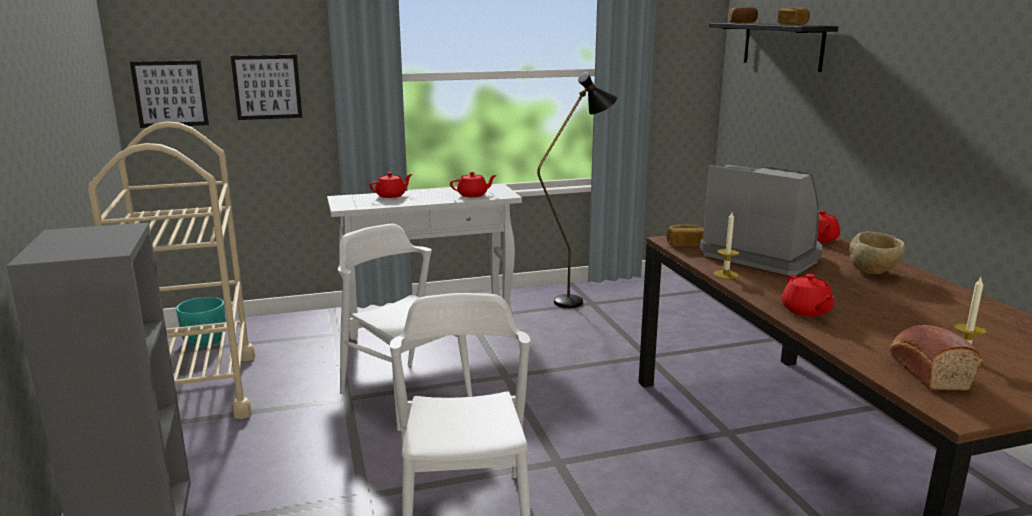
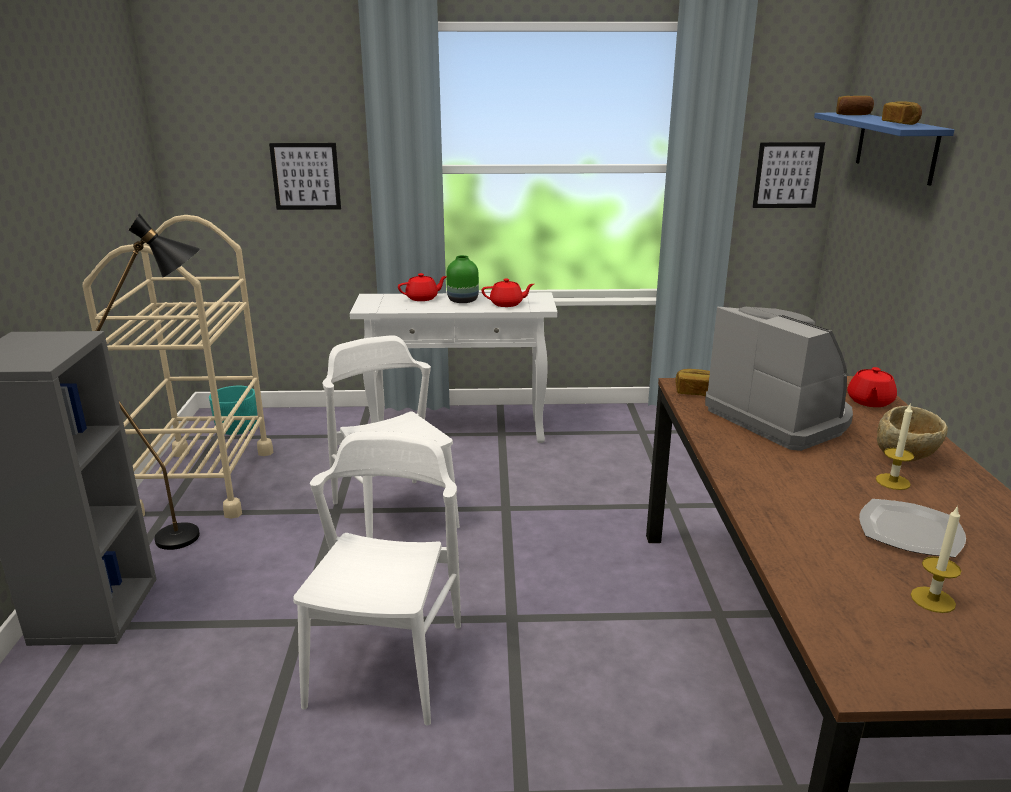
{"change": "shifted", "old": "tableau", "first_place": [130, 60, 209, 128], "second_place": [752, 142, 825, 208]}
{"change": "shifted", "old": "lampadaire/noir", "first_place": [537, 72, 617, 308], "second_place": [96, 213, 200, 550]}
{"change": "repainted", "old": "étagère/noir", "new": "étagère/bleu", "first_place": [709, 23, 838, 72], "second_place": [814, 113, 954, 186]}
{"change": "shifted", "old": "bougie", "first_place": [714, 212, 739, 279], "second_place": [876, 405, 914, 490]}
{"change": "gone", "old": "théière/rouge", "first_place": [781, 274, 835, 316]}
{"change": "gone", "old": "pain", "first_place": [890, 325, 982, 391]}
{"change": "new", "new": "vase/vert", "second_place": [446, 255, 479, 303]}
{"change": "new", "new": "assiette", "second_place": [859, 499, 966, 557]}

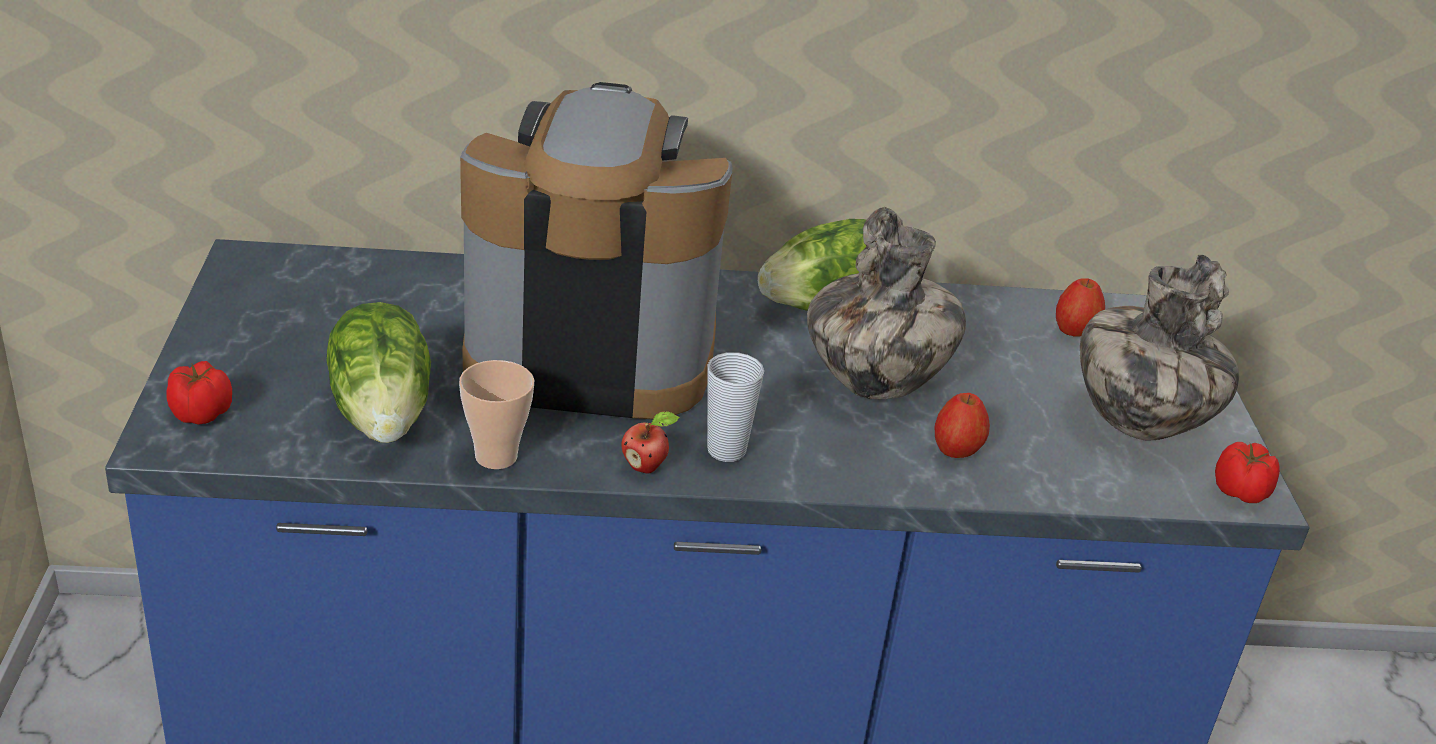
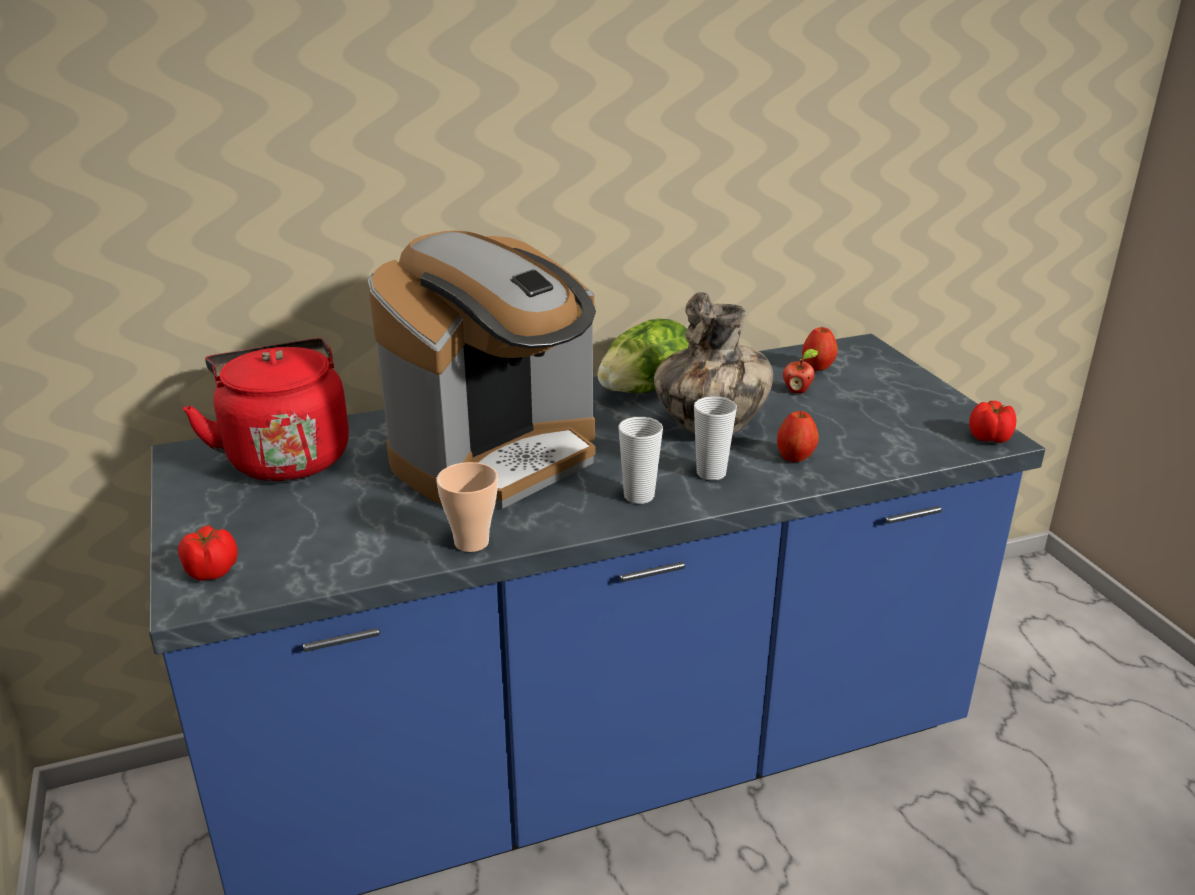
{"change": "gone", "old": "laitue", "first_place": [326, 302, 431, 443]}
{"change": "rotated", "old": "machine à café", "first_place": [460, 82, 733, 419], "second_place": [368, 231, 596, 509], "degrees": 150}
{"change": "shifted", "old": "pomme", "first_place": [621, 411, 679, 474], "second_place": [783, 349, 818, 393]}
{"change": "gone", "old": "vase", "first_place": [1080, 255, 1239, 440]}
{"change": "new", "new": "bouilloire/rouge", "second_place": [183, 338, 349, 481]}
{"change": "new", "new": "tasse", "second_place": [694, 396, 737, 480]}

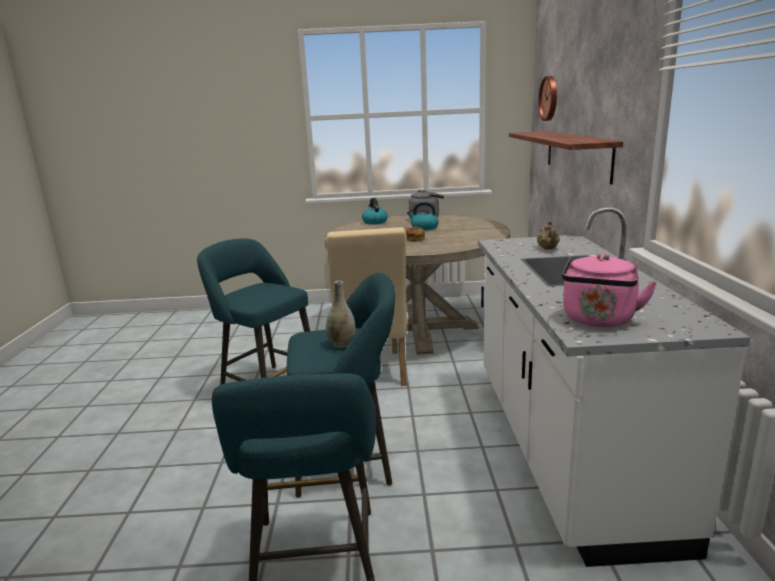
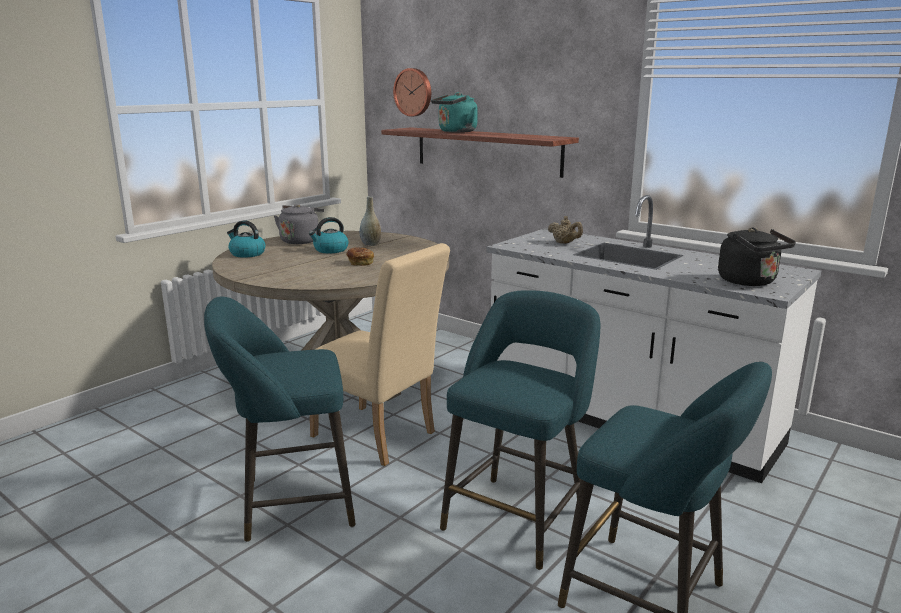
{"change": "shifted", "old": "vase/gris", "first_place": [326, 281, 355, 348], "second_place": [360, 196, 381, 246]}
{"change": "repainted", "old": "bouilloire/rose", "new": "bouilloire/noir", "first_place": [562, 254, 657, 327], "second_place": [718, 228, 796, 286]}
{"change": "new", "new": "bouilloire/turquoise", "second_place": [431, 92, 478, 133]}

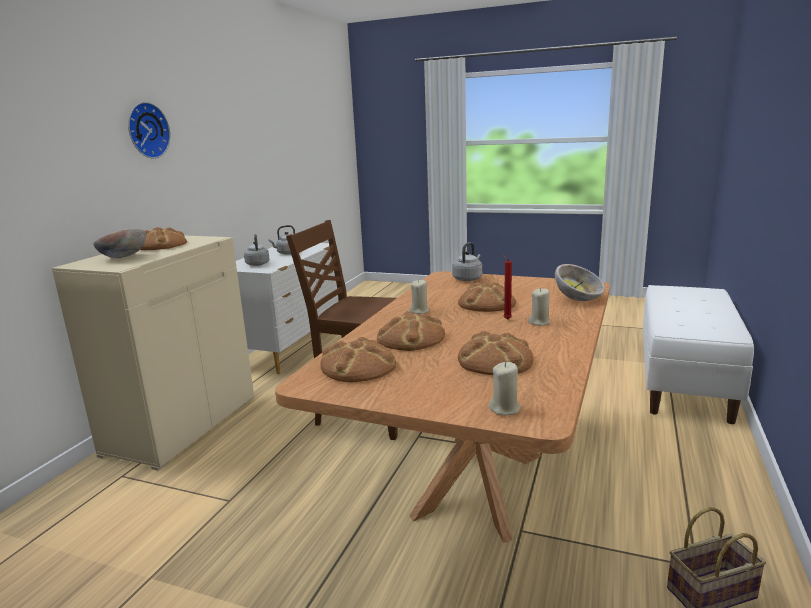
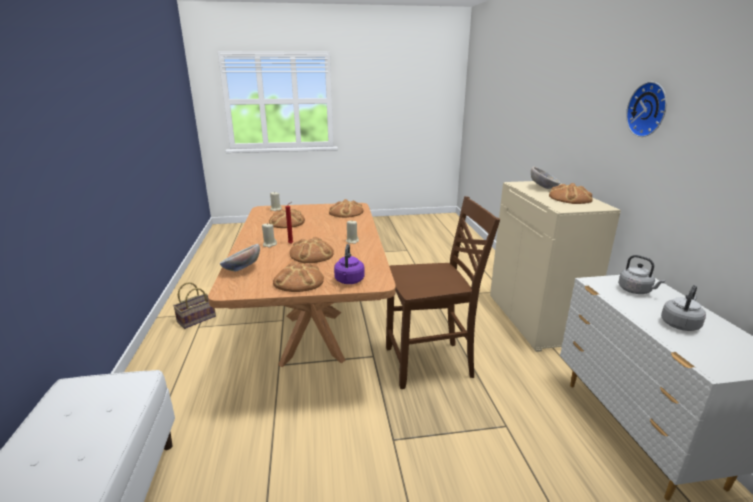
{"change": "shifted", "old": "pain", "first_place": [377, 311, 445, 351], "second_place": [273, 262, 324, 292]}
{"change": "repainted", "old": "bouilloire/gris", "new": "bouilloire/violet", "first_place": [452, 242, 482, 281], "second_place": [334, 244, 365, 284]}

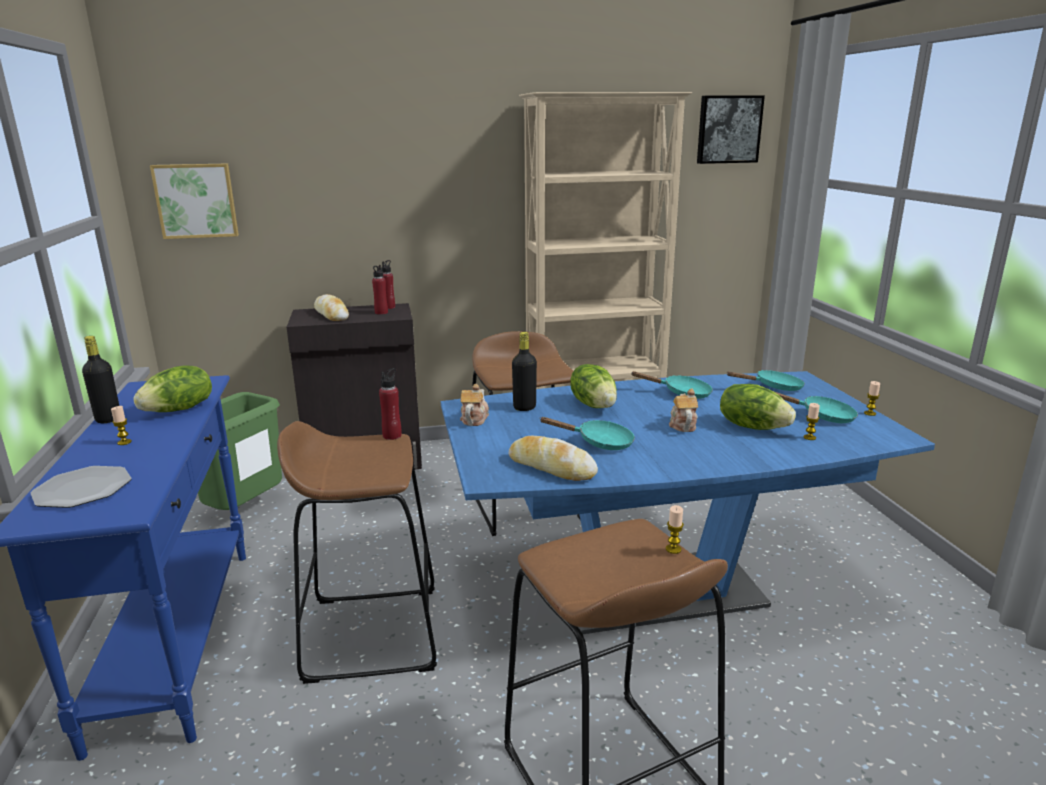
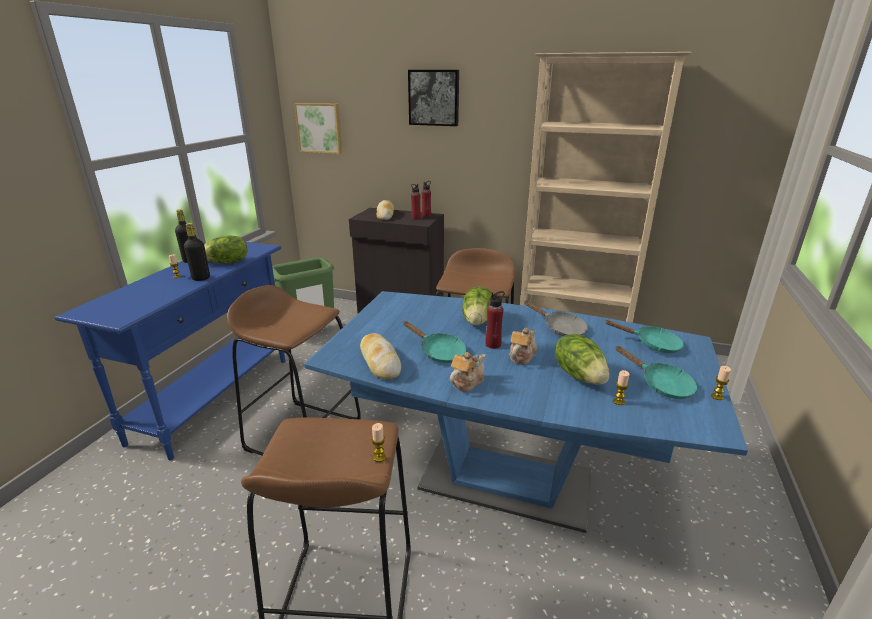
{"change": "gone", "old": "assiette", "first_place": [31, 466, 132, 508]}
{"change": "shifted", "old": "bouteille/rouge", "first_place": [379, 368, 402, 440], "second_place": [486, 291, 505, 349]}
{"change": "shifted", "old": "théière", "first_place": [460, 384, 489, 426], "second_place": [450, 352, 485, 392]}
{"change": "shifted", "old": "bouteille/noir", "first_place": [512, 332, 537, 411], "second_place": [184, 223, 210, 281]}
{"change": "repainted", "old": "poêle/turquoise", "new": "poêle/gris", "first_place": [630, 371, 713, 399], "second_place": [524, 301, 588, 336]}
{"change": "shifted", "old": "tableau", "first_place": [697, 95, 765, 164], "second_place": [408, 70, 459, 126]}

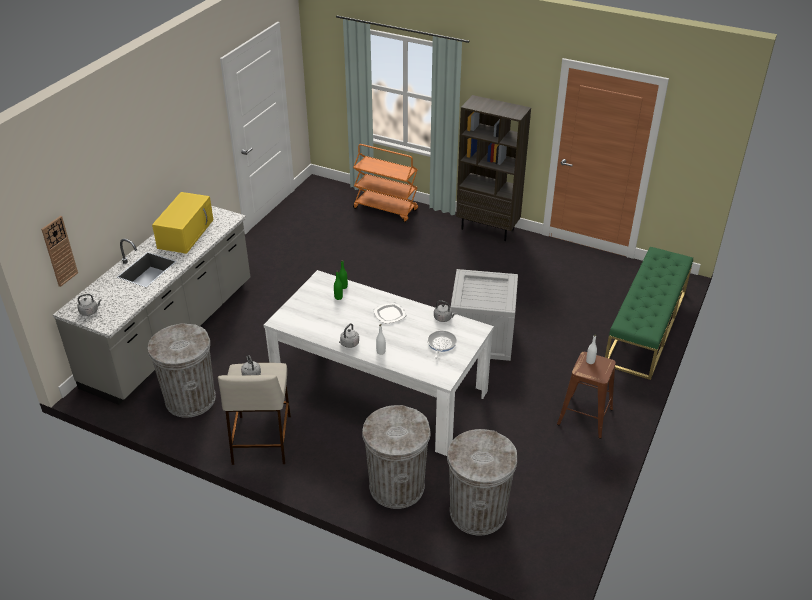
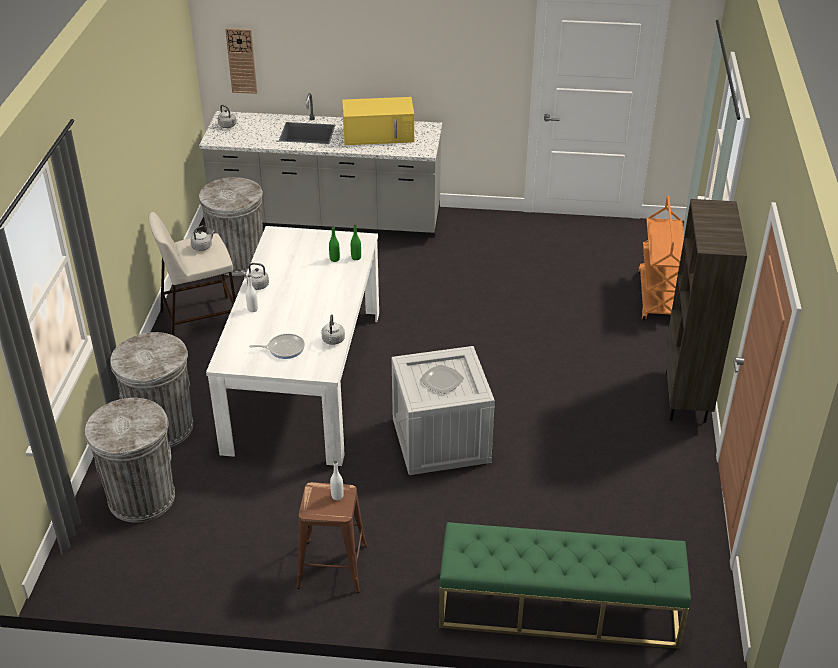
{"change": "shifted", "old": "assiette", "first_place": [373, 302, 407, 324], "second_place": [420, 365, 464, 394]}

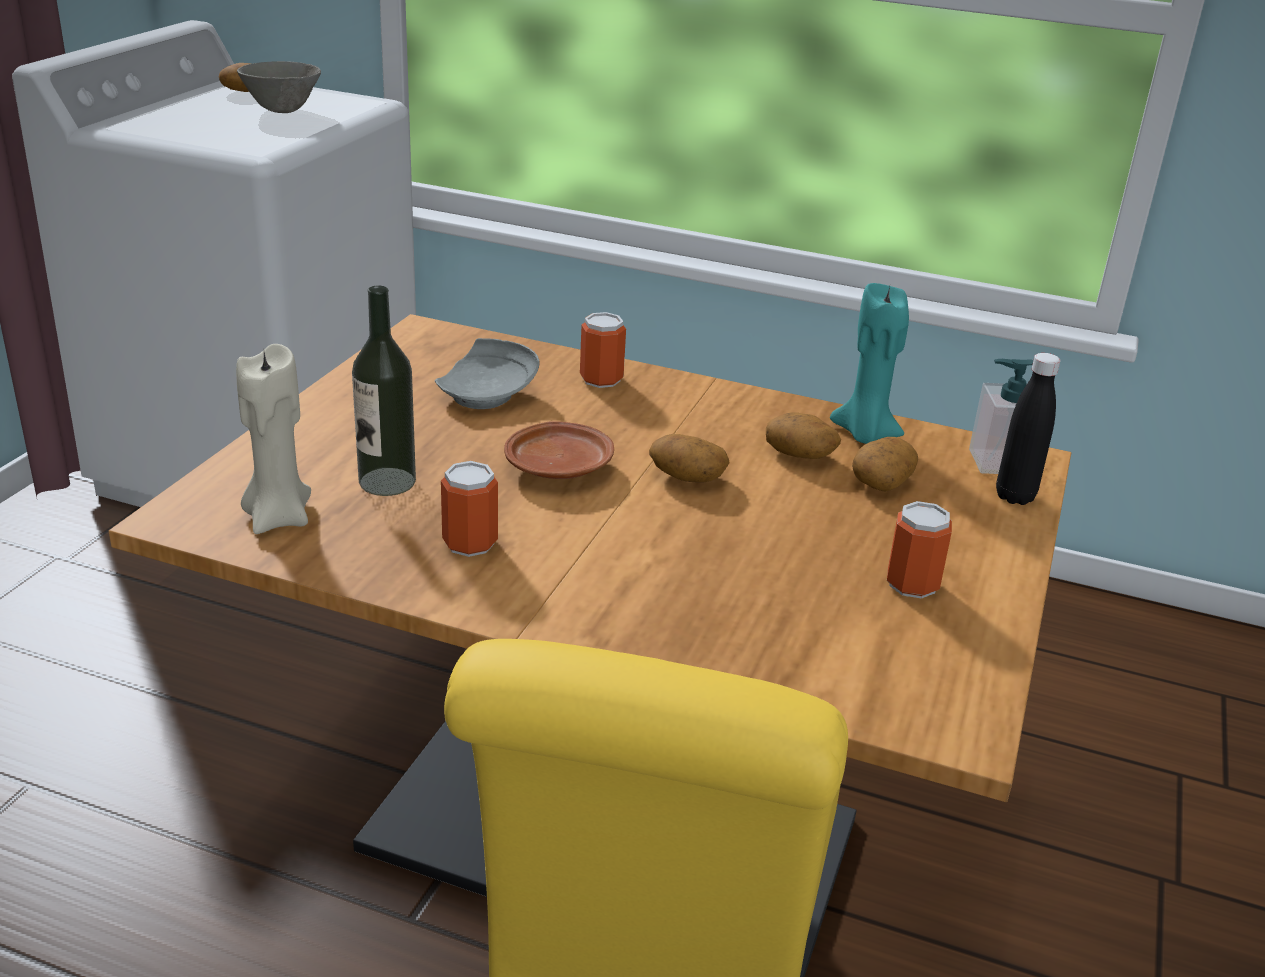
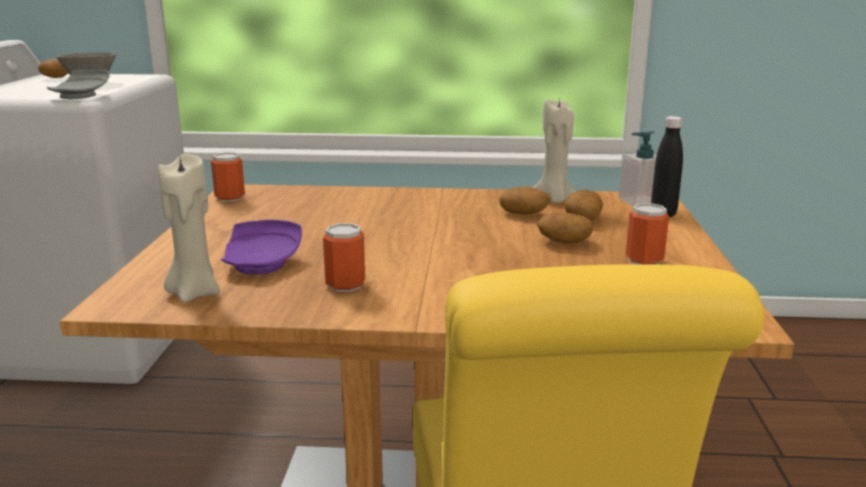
{"change": "swapped", "old": "bouteille", "new": "assiette/violet", "first_place": [352, 285, 416, 496], "second_place": [221, 220, 302, 275]}
{"change": "shifted", "old": "assiette/gris", "first_place": [435, 338, 539, 409], "second_place": [47, 70, 110, 99]}
{"change": "gone", "old": "assiette/marron", "first_place": [504, 421, 614, 479]}
{"change": "shifted", "old": "boîte métallique", "first_place": [580, 312, 626, 388], "second_place": [211, 152, 245, 202]}
{"change": "shifted", "old": "pomme de terre", "first_place": [649, 434, 730, 483], "second_place": [537, 213, 593, 243]}
{"change": "repainted", "old": "bougie/turquoise", "new": "bougie/beige", "first_place": [830, 283, 909, 444], "second_place": [532, 99, 576, 203]}

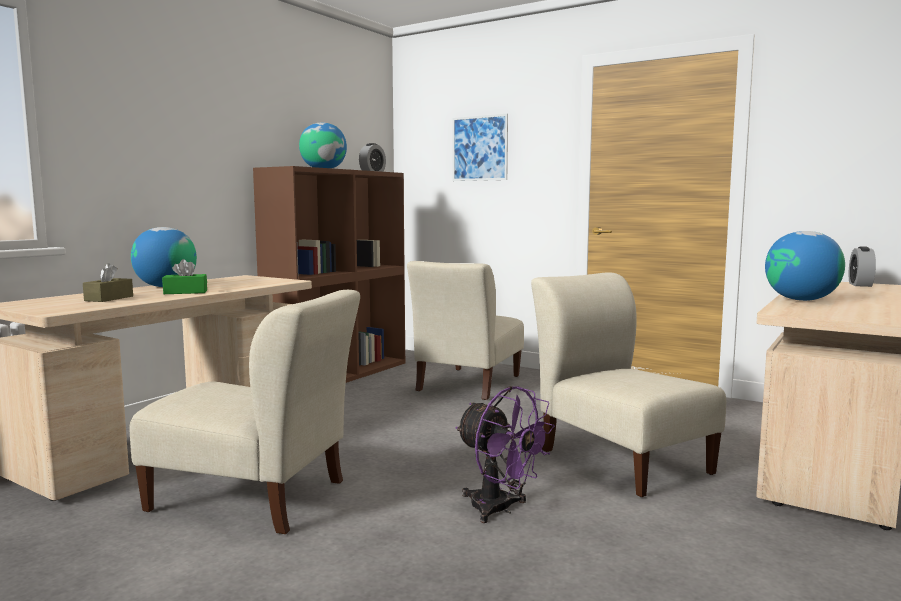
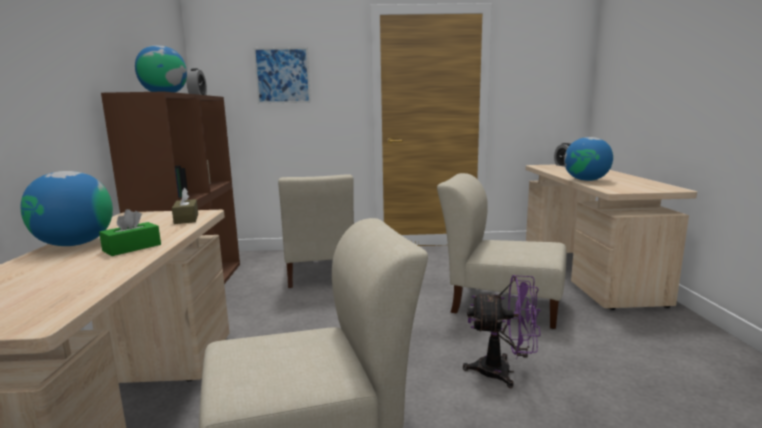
{"change": "shifted", "old": "boîte à mouchoirs/marron", "first_place": [83, 263, 133, 302], "second_place": [172, 188, 198, 224]}

